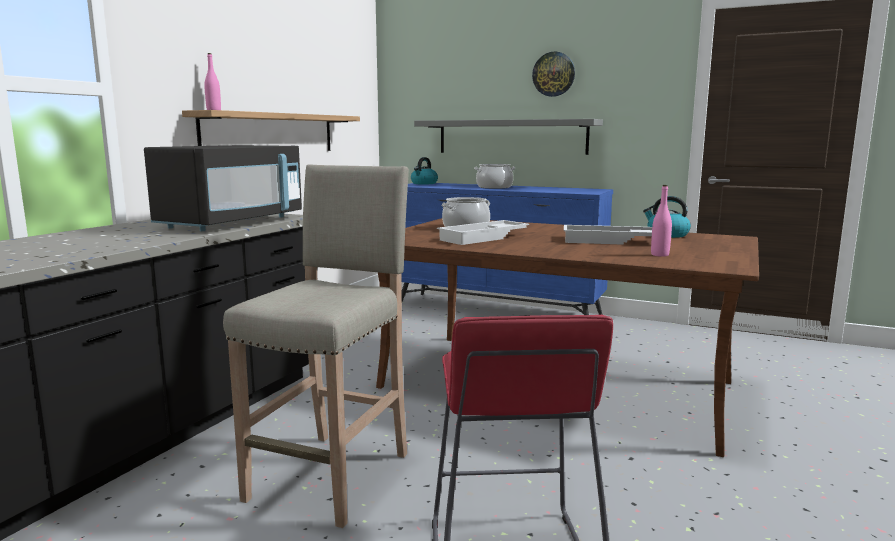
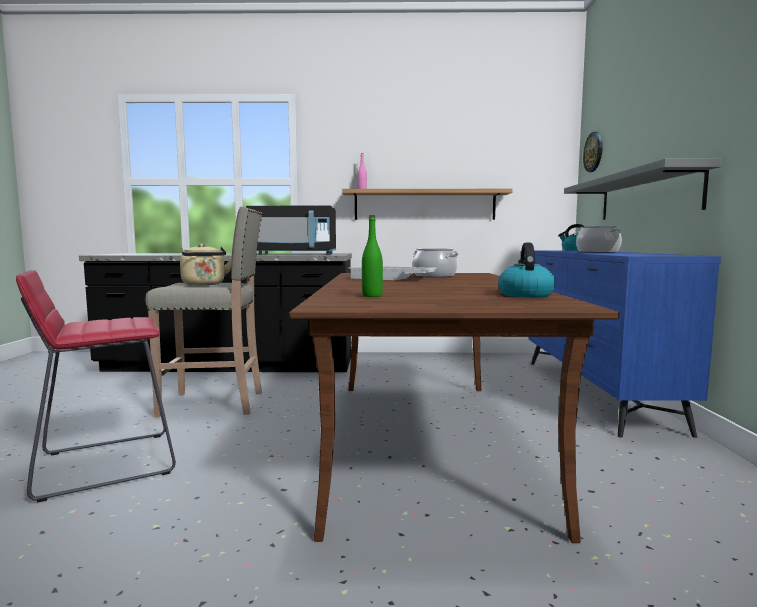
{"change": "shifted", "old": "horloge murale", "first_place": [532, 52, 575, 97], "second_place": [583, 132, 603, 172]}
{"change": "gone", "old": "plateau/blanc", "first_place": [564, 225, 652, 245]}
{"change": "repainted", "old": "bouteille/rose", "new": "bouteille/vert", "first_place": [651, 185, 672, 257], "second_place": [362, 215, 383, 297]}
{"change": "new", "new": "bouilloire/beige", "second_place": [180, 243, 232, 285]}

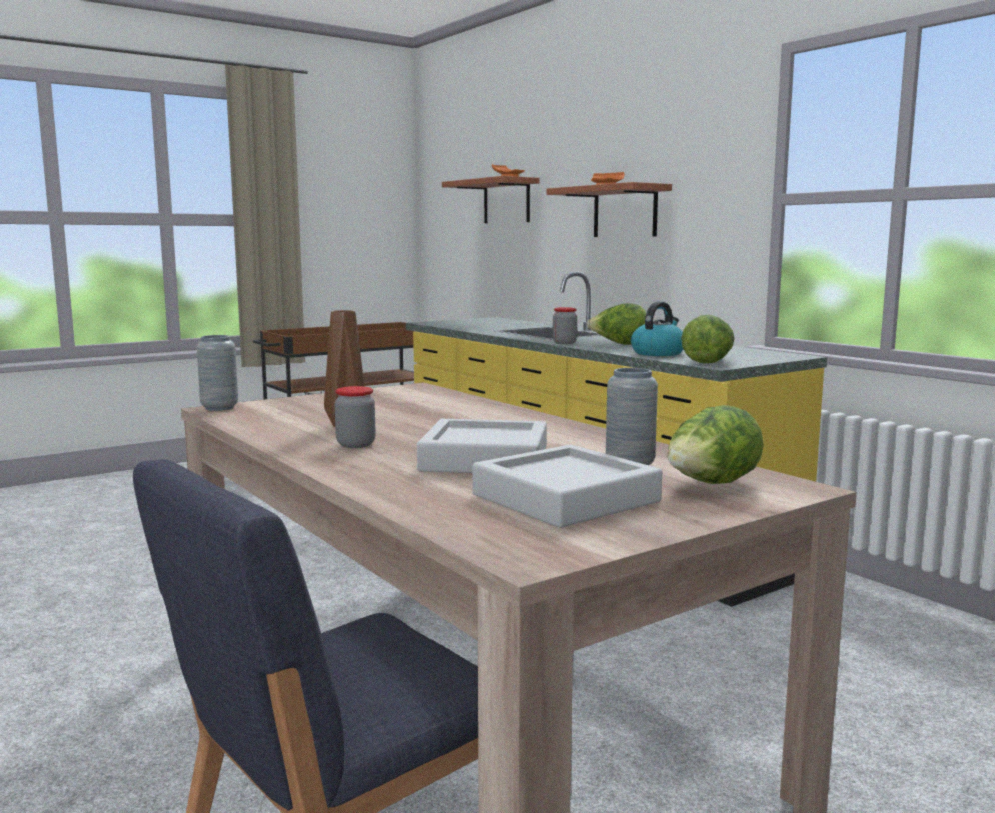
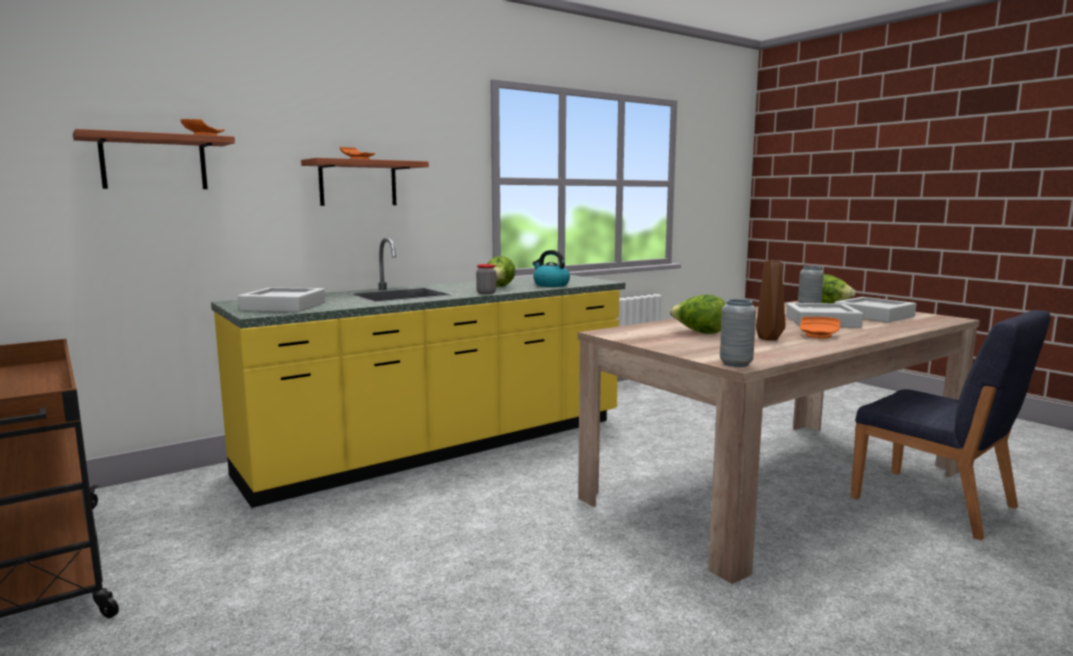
{"change": "swapped", "old": "bocal", "new": "assiette/orange", "first_place": [335, 386, 376, 448], "second_place": [800, 317, 840, 339]}
{"change": "shifted", "old": "laitue", "first_place": [681, 315, 735, 363], "second_place": [670, 294, 726, 334]}
{"change": "new", "new": "plateau/gris", "second_place": [238, 287, 325, 312]}

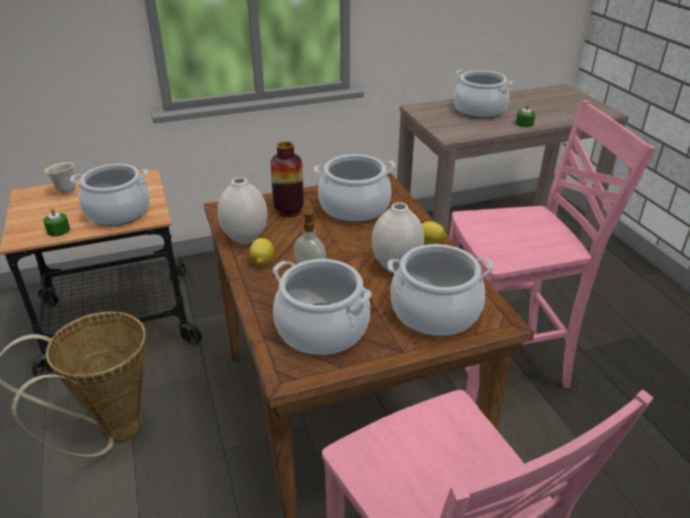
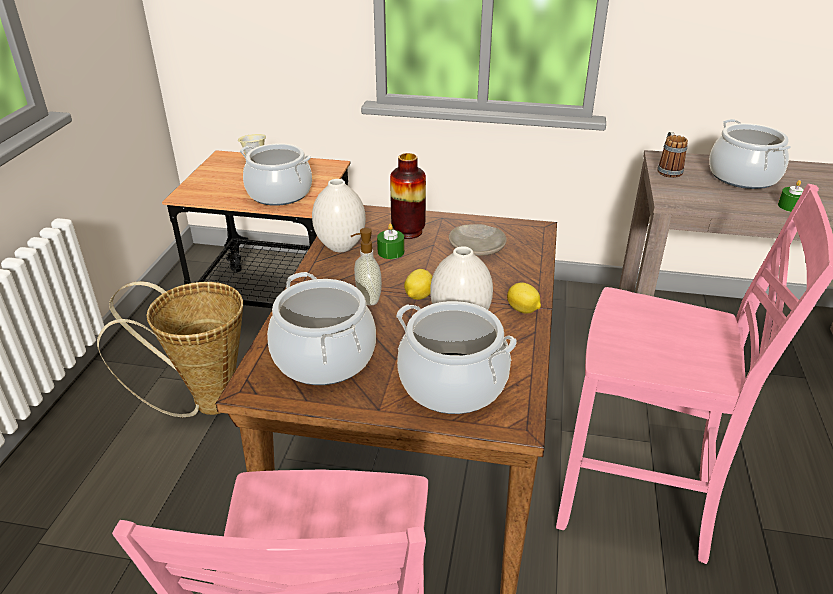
{"change": "shifted", "old": "bougie/vert", "first_place": [43, 208, 70, 236], "second_place": [377, 223, 404, 259]}
{"change": "shifted", "old": "citron", "first_place": [249, 238, 275, 265], "second_place": [404, 269, 433, 300]}
{"change": "swapped", "old": "marmite", "new": "assiette/beige", "first_place": [314, 154, 396, 223], "second_place": [449, 224, 507, 256]}
{"change": "new", "new": "mug", "second_place": [657, 132, 688, 178]}

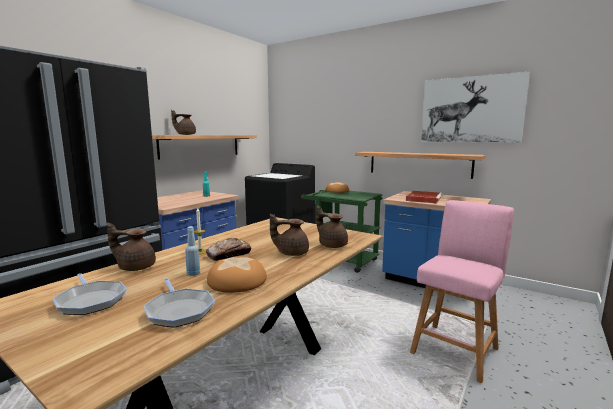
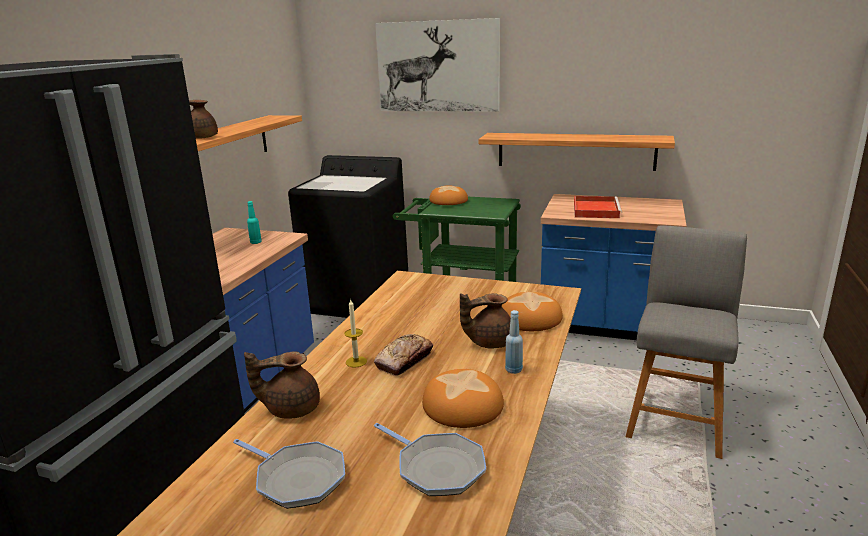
{"change": "shifted", "old": "bouteille/bleu", "first_place": [185, 226, 200, 276], "second_place": [505, 310, 523, 374]}
{"change": "swapped", "old": "théière/marron", "new": "pain", "first_place": [316, 205, 348, 248], "second_place": [502, 292, 563, 331]}
{"change": "repainted", "old": "tabouret/rose", "new": "tabouret/gris", "first_place": [410, 200, 514, 383], "second_place": [626, 225, 747, 459]}
{"change": "shifted", "old": "tableau", "first_place": [421, 72, 530, 143], "second_place": [375, 18, 500, 112]}

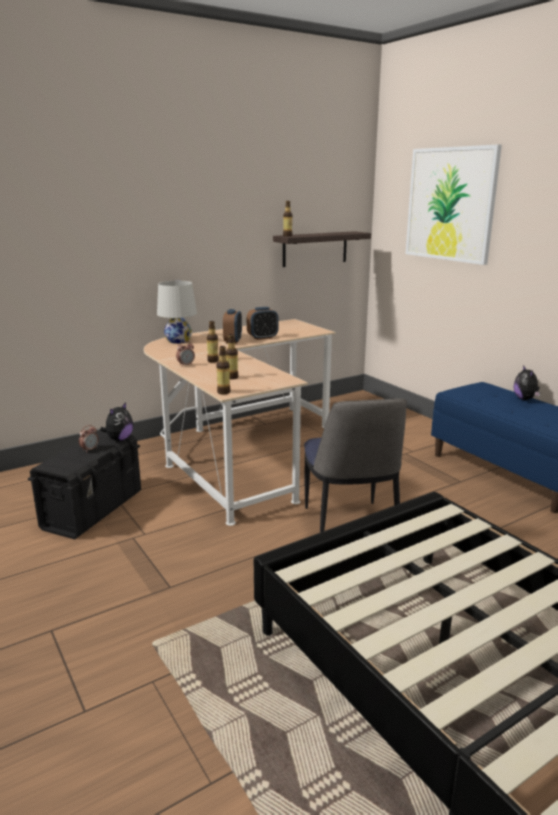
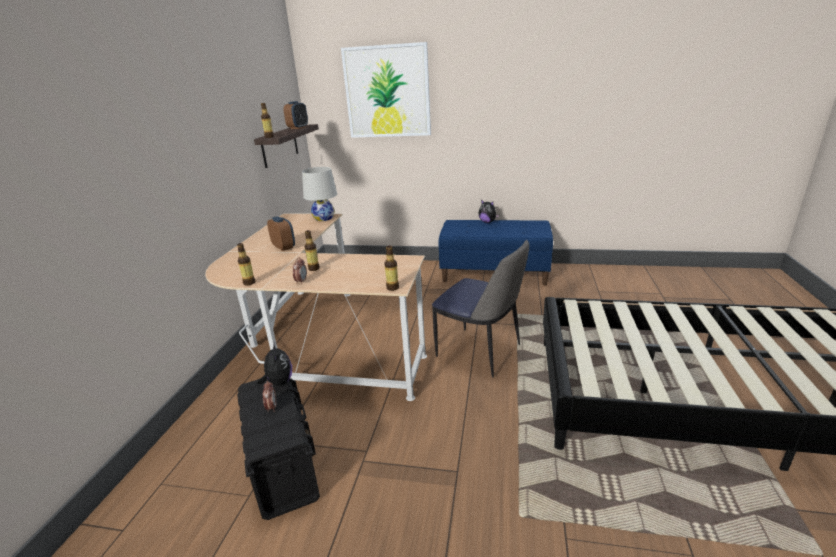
{"change": "shifted", "old": "lampe de table/blanc", "first_place": [157, 281, 197, 344], "second_place": [302, 167, 337, 221]}
{"change": "shifted", "old": "bouteille", "first_place": [226, 334, 239, 379], "second_place": [237, 243, 255, 286]}
{"change": "shifted", "old": "réveil", "first_place": [247, 307, 279, 340], "second_place": [284, 101, 308, 129]}

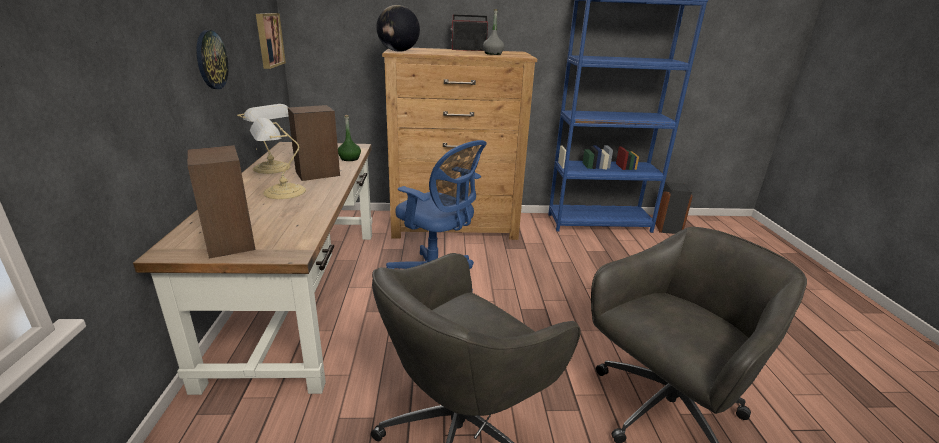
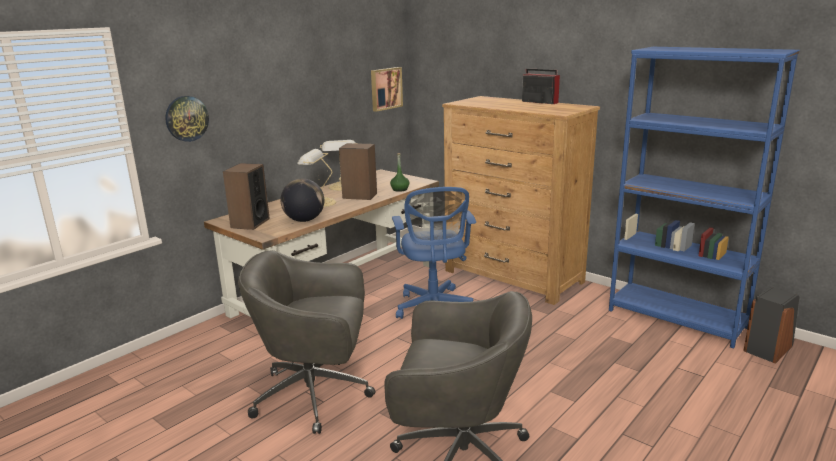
{"change": "shifted", "old": "horloge murale", "first_place": [196, 30, 228, 89], "second_place": [165, 96, 209, 142]}
{"change": "shifted", "old": "globe", "first_place": [376, 5, 420, 52], "second_place": [280, 179, 324, 222]}
{"change": "gone", "old": "bouteille/gris", "first_place": [483, 9, 504, 55]}

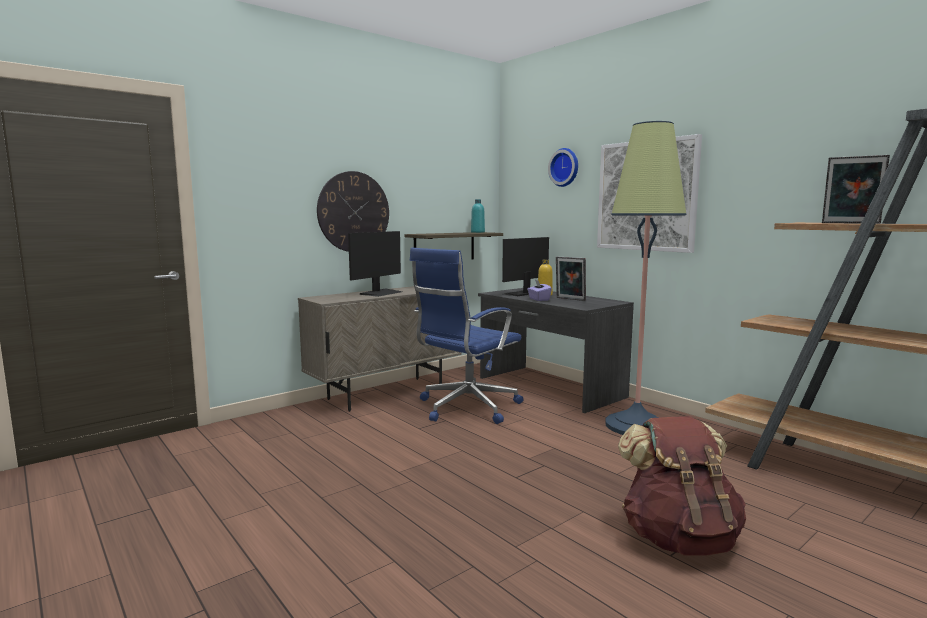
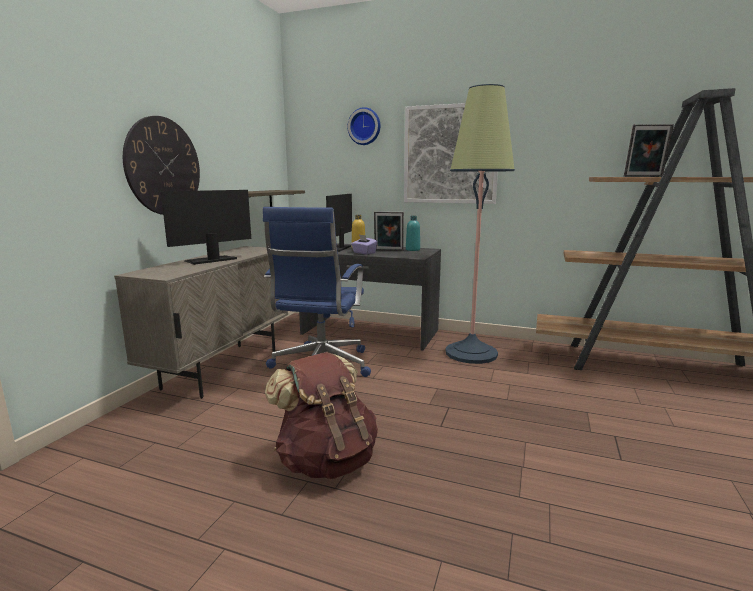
{"change": "rotated", "old": "écran d'ordinateur", "first_place": [348, 231, 402, 297], "second_place": [161, 190, 251, 265], "degrees": -135}
{"change": "shifted", "old": "bouteille/turquoise", "first_place": [471, 199, 485, 233], "second_place": [406, 216, 420, 251]}
{"change": "shifted", "old": "sac à dos/marron", "first_place": [618, 416, 746, 556], "second_place": [265, 352, 378, 479]}

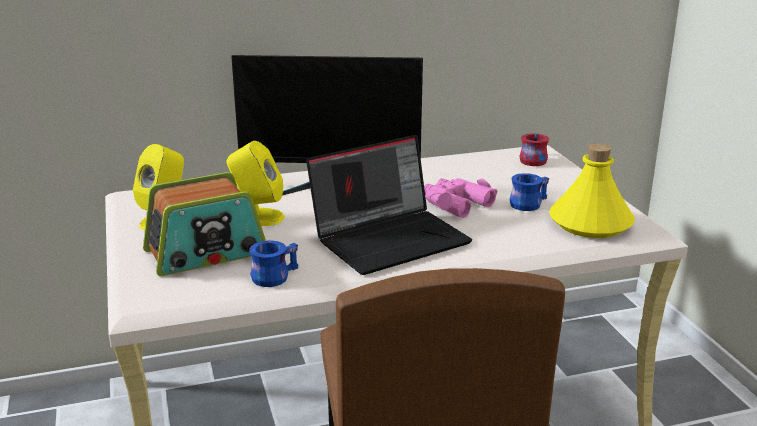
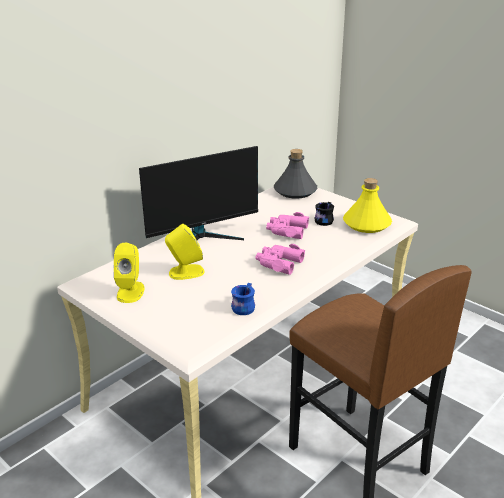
{"change": "gone", "old": "radio", "first_place": [143, 172, 266, 276]}
{"change": "swapped", "old": "ordinateur portable", "new": "jumelles/rose", "first_place": [306, 135, 472, 275], "second_place": [255, 244, 305, 275]}
{"change": "repainted", "old": "mug/bleu", "new": "mug/noir", "first_place": [510, 173, 549, 211], "second_place": [314, 202, 334, 226]}
{"change": "swapped", "old": "mug/rouge", "new": "bouteille/gris", "first_place": [519, 134, 549, 166], "second_place": [274, 149, 317, 199]}

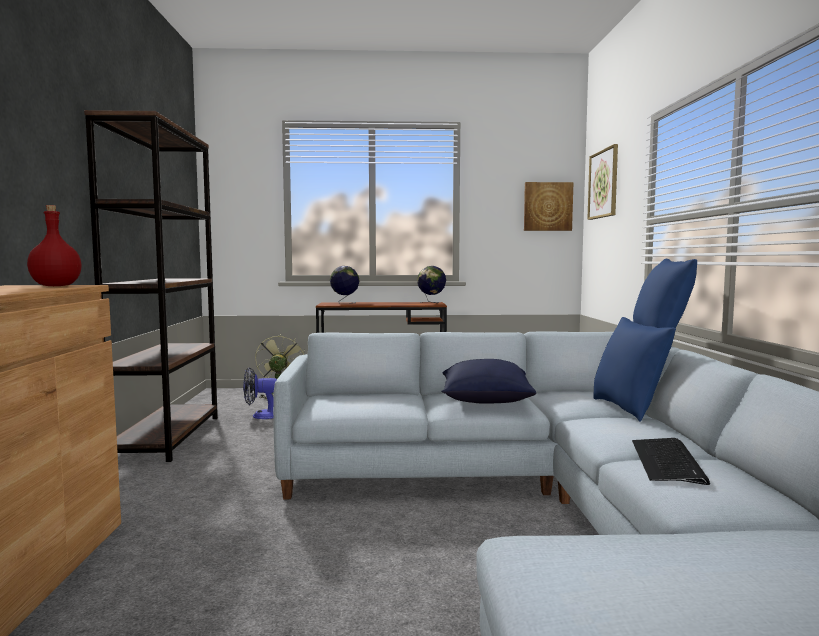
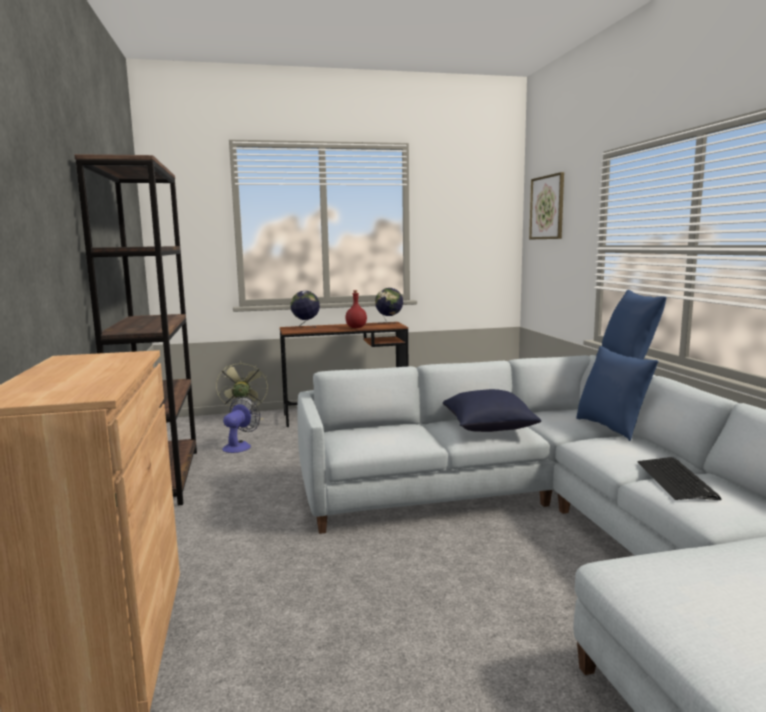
{"change": "shifted", "old": "bouteille/rouge", "first_place": [27, 205, 82, 286], "second_place": [345, 290, 367, 328]}
{"change": "rotated", "old": "ventilateur", "first_place": [243, 367, 277, 419], "second_place": [222, 396, 260, 453], "degrees": 135}
{"change": "gone", "old": "tableau", "first_place": [524, 182, 573, 231]}

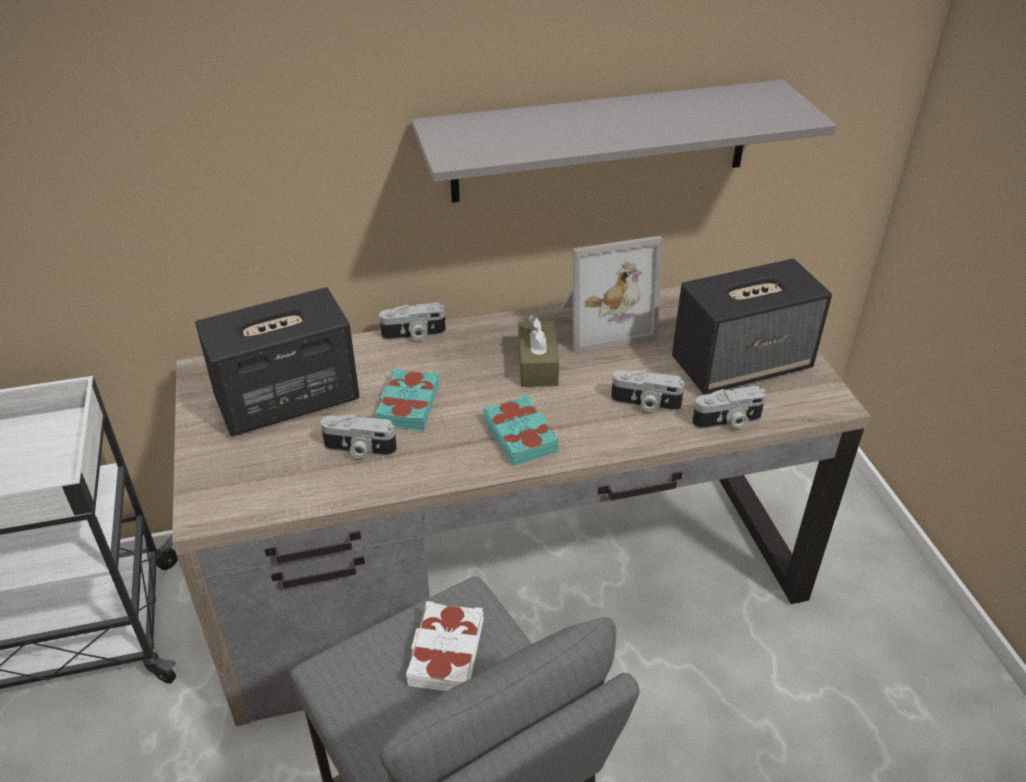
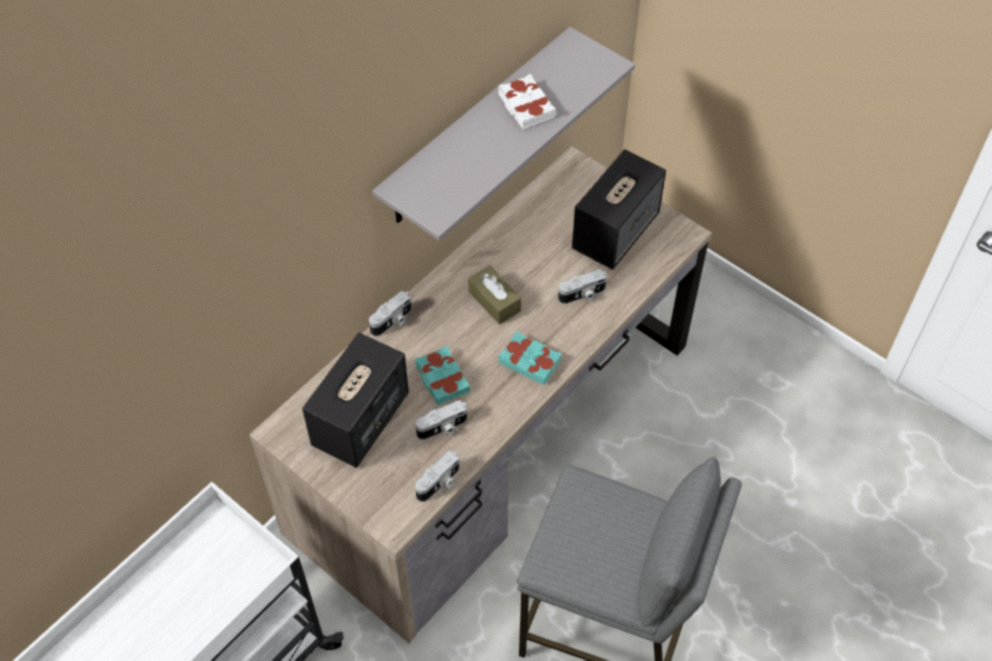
{"change": "shifted", "old": "livre/blanc", "first_place": [406, 601, 484, 691], "second_place": [498, 74, 556, 129]}
{"change": "gone", "old": "cadre photo", "first_place": [561, 236, 662, 353]}
{"change": "shifted", "old": "appareil photo", "first_place": [692, 386, 766, 429], "second_place": [415, 451, 460, 502]}

